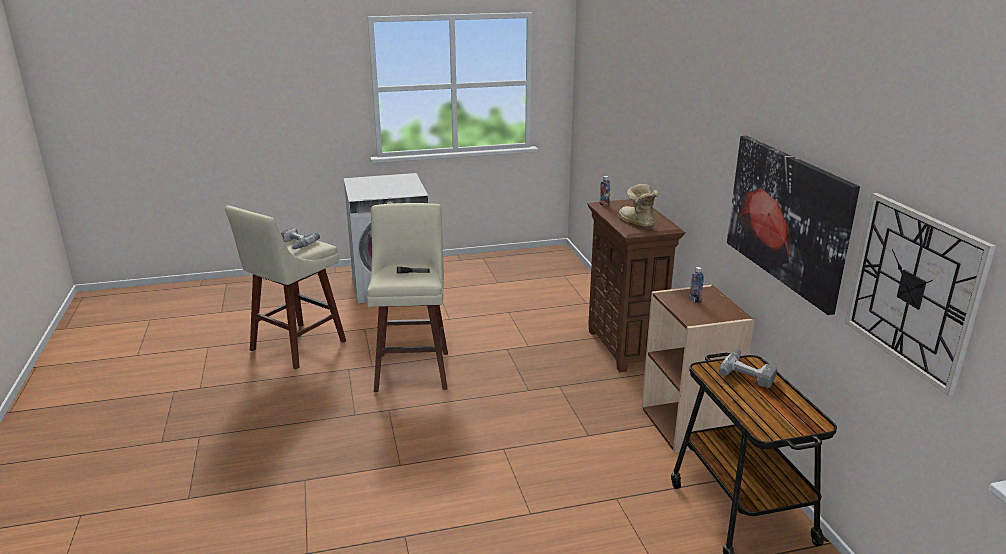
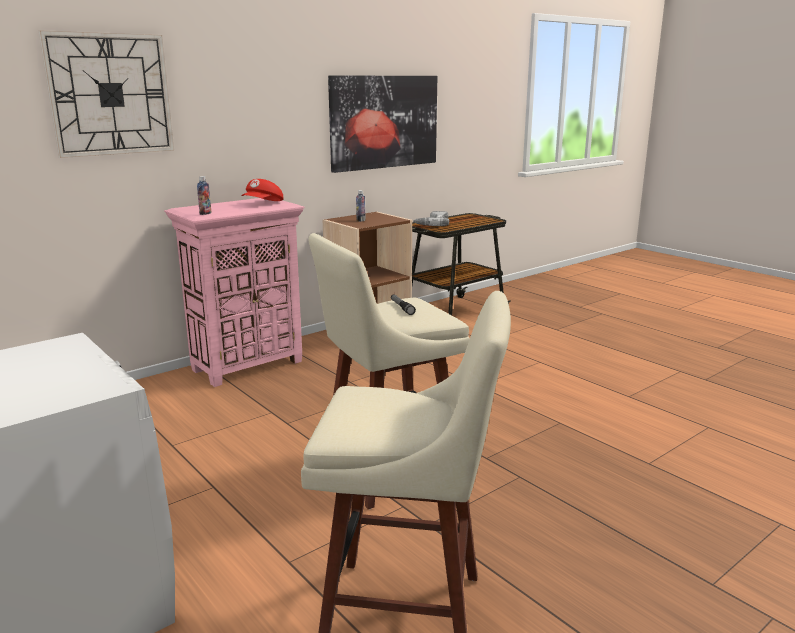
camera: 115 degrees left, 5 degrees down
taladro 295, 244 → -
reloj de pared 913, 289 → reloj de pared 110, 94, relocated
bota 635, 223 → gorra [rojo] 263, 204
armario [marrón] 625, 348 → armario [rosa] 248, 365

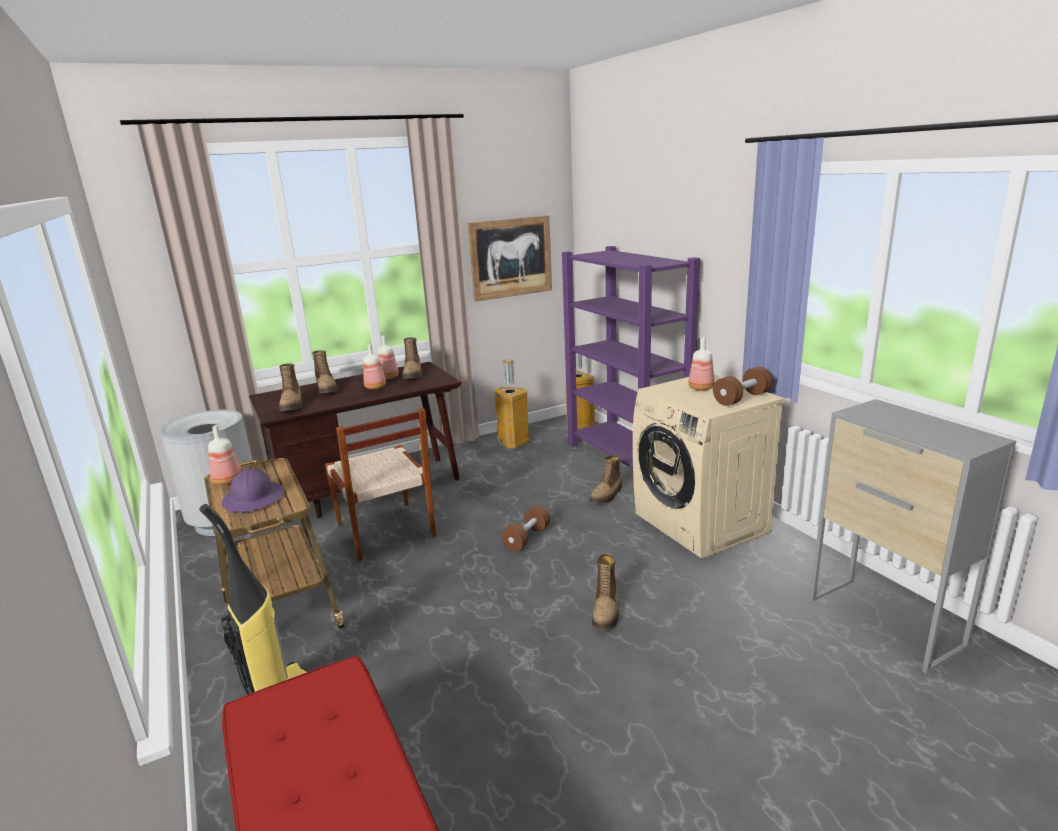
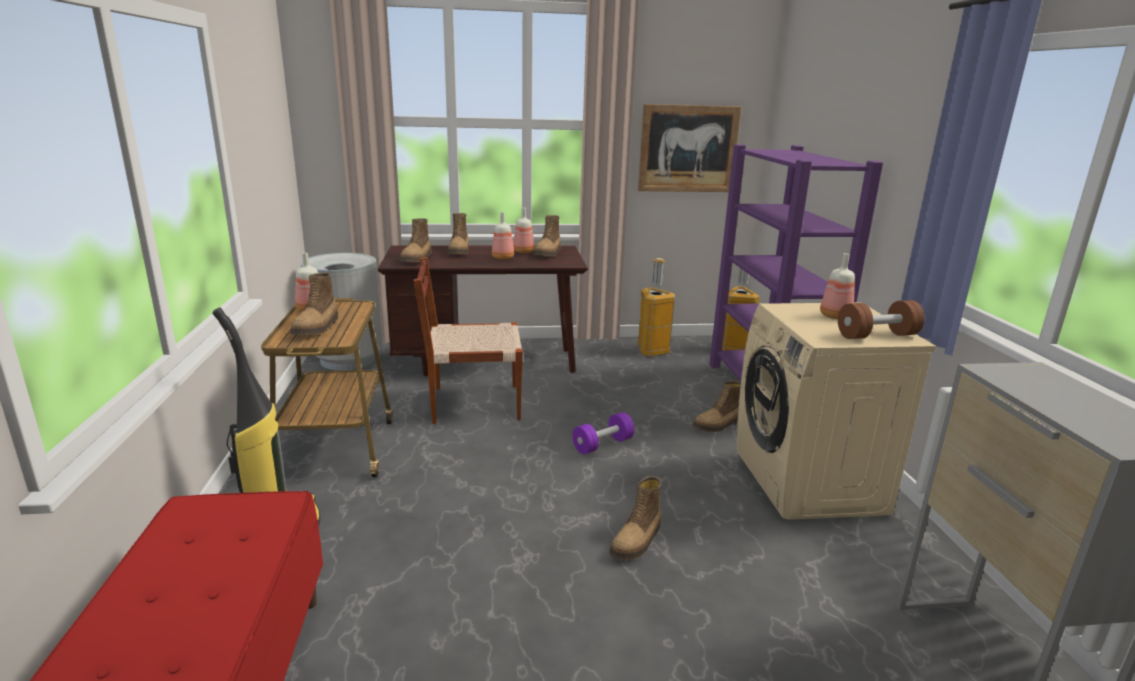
camera: 20 degrees right, 0 degrees up
casco [morado] 254, 498 → bota 317, 328
mancuerna [marrón] 526, 538 → mancuerna [morado] 603, 445
silla 386, 532 → silla 472, 404, 90 degrees clockwise

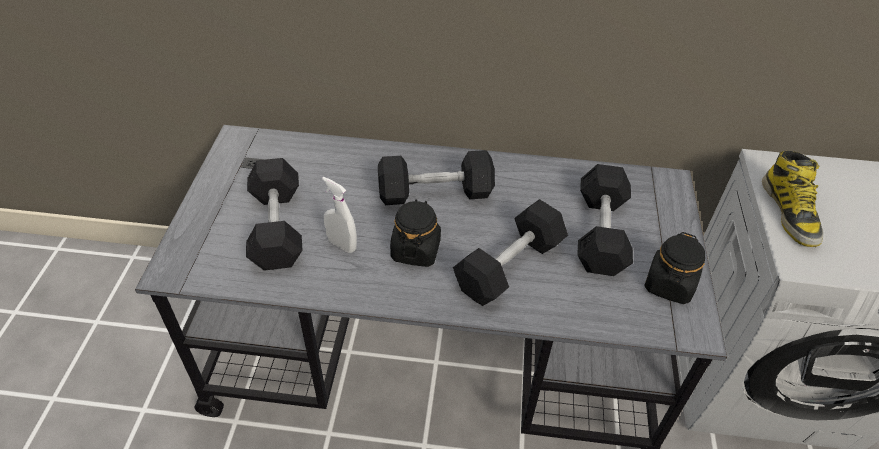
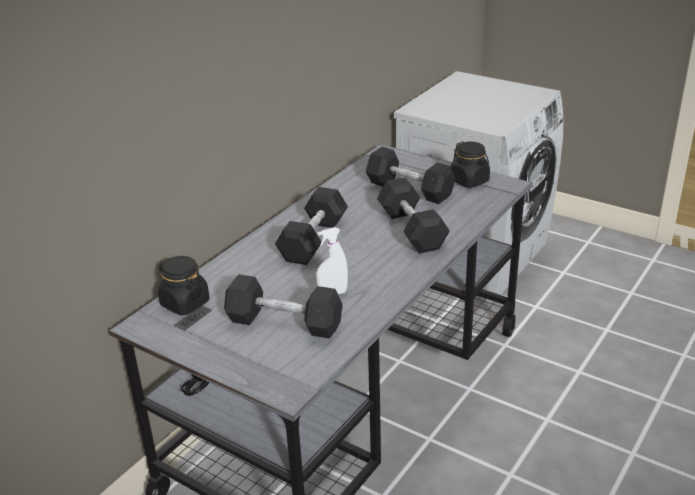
camera: 60 degrees left, 15 degrees down
bota 790, 212 → -
tarro [negro] 415, 250 → tarro [negro] 185, 303, relocated

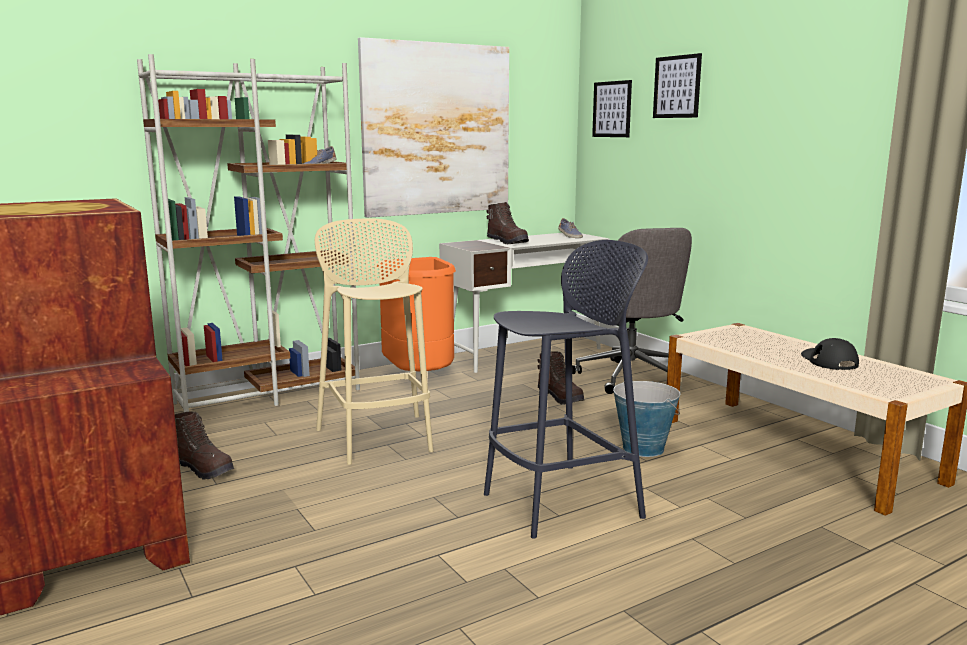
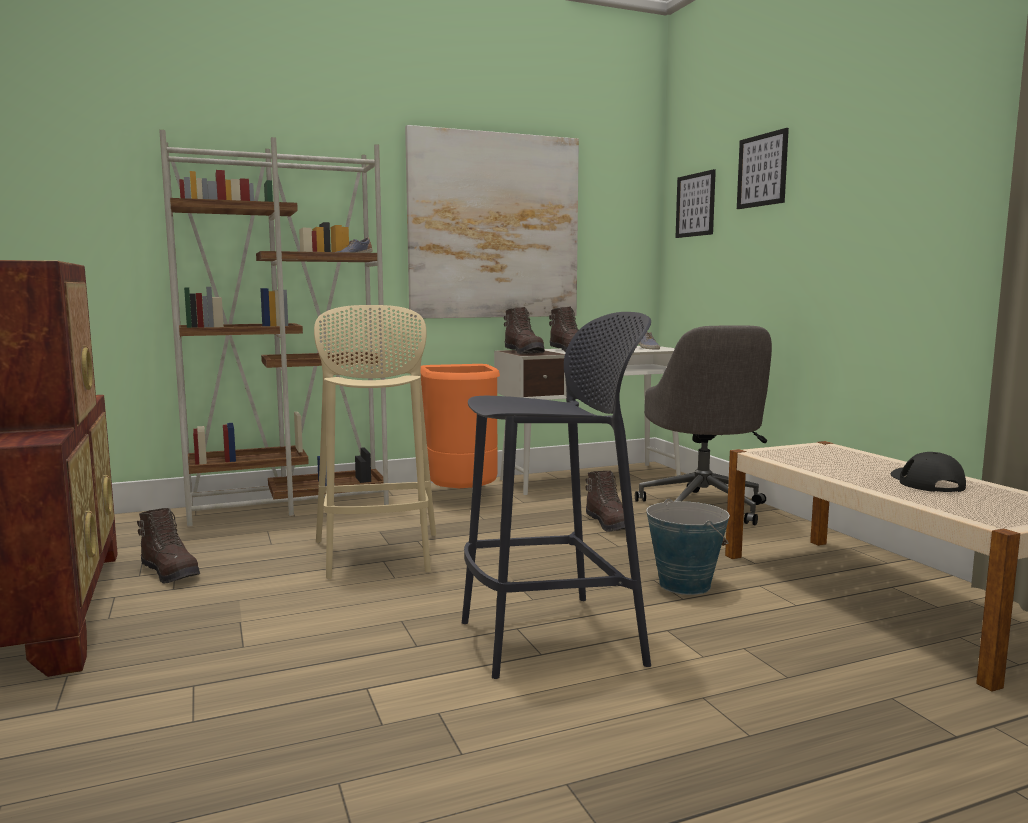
camera: 10 degrees right, 5 degrees down
- → bota [marrón] 524, 352

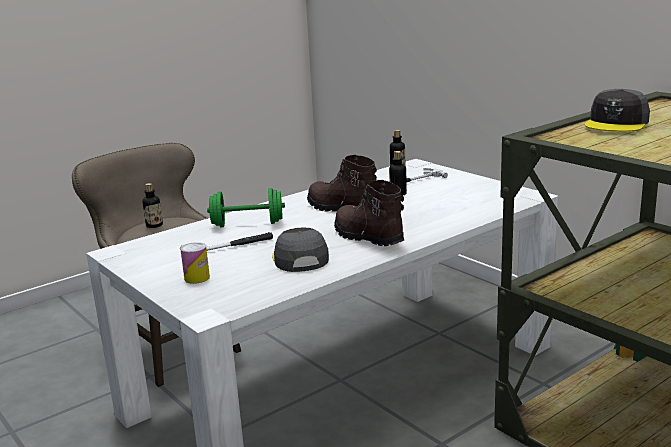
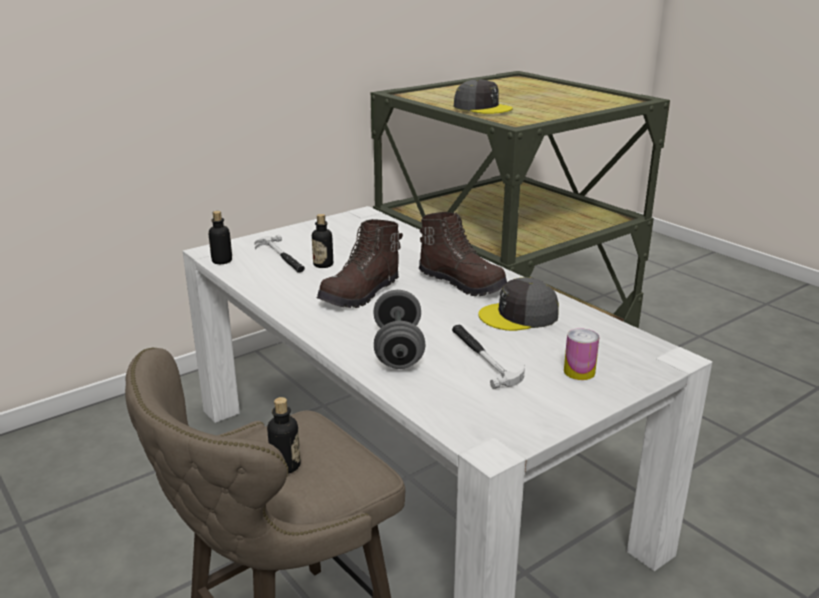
camera: 90 degrees left, 5 degrees up
mancuerna [verde] 247, 224 → mancuerna [gris] 398, 349
bota [marrón] 367, 238 → bota [marrón] 462, 283, 105 degrees counterclockwise

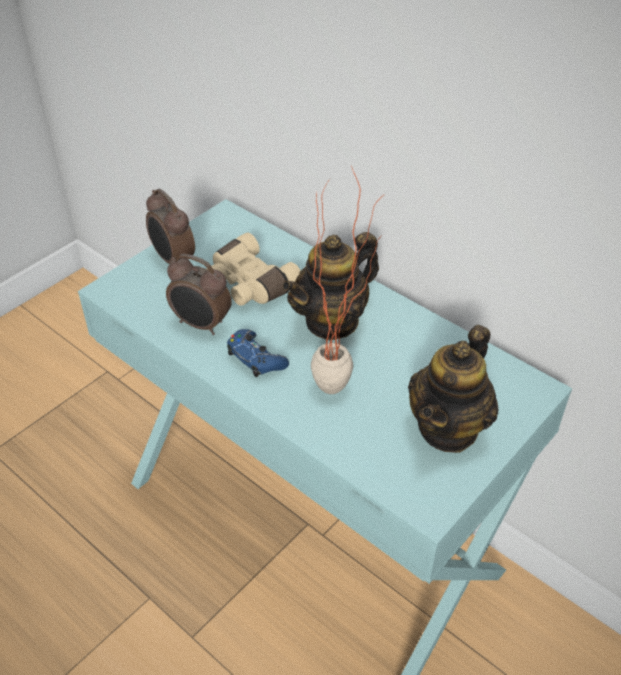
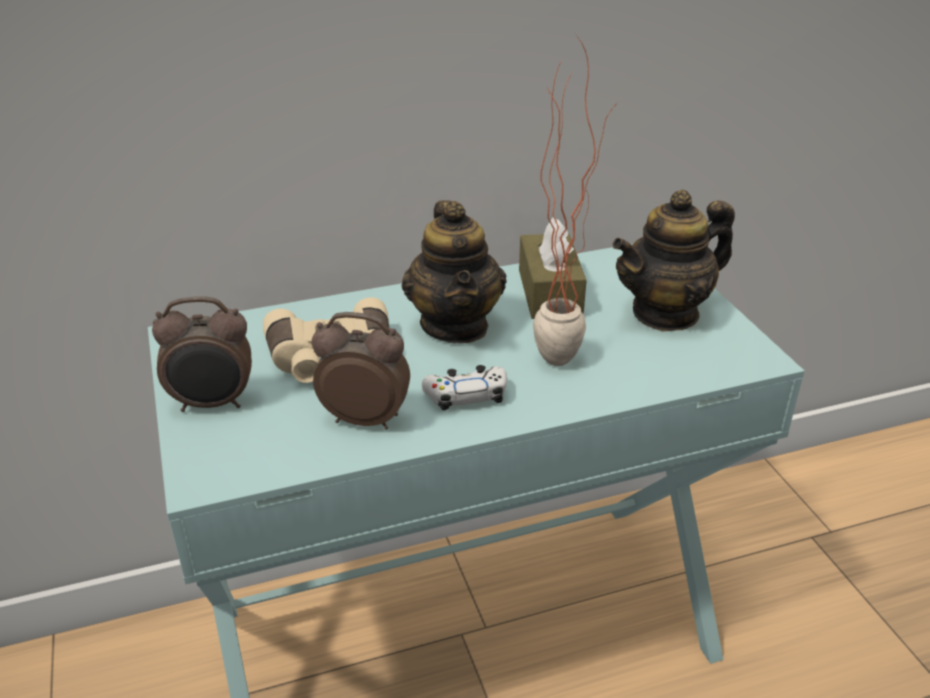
camera: 60 degrees left, 10 degrees down
- → caja de pañuelos [marrón] 549, 292
mando de consola [azul] 256, 359 → mando de consola [blanco] 466, 395
despertador 201, 325 → despertador 365, 418, 135 degrees counterclockwise
tetera 448, 428 → tetera 665, 313, 90 degrees clockwise

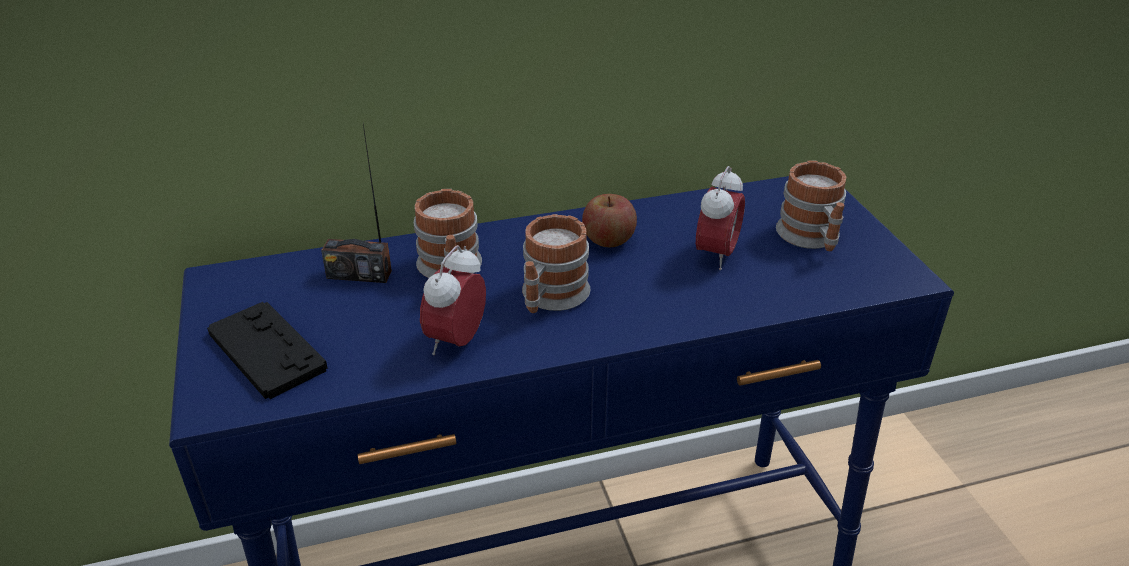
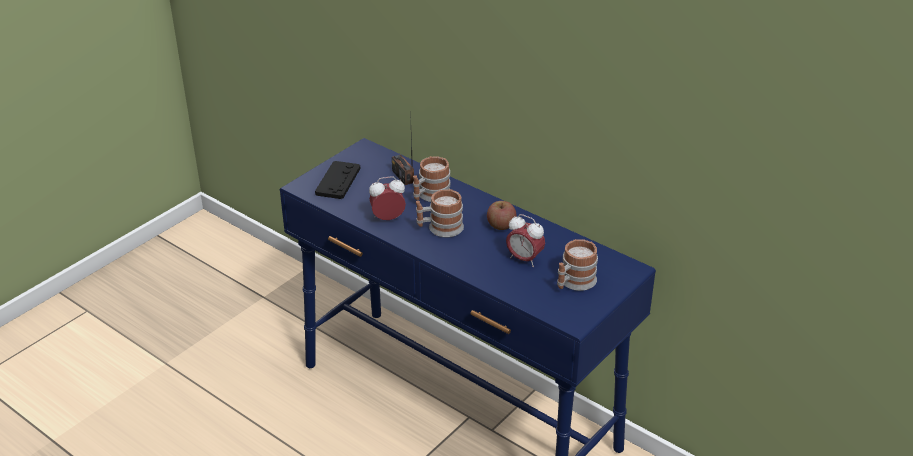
camera: 55 degrees right, 0 degrees up
despertador 716, 255 → despertador 524, 259, 45 degrees clockwise

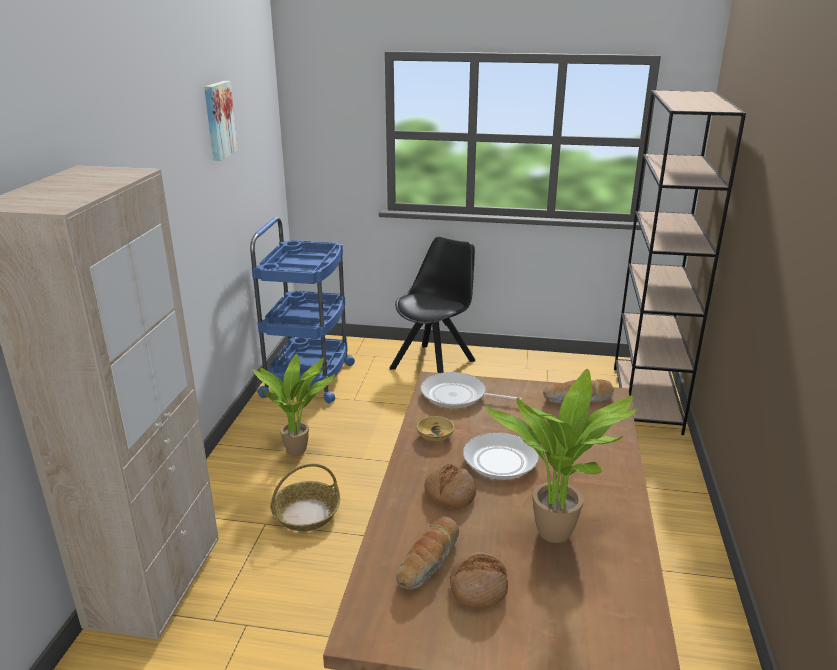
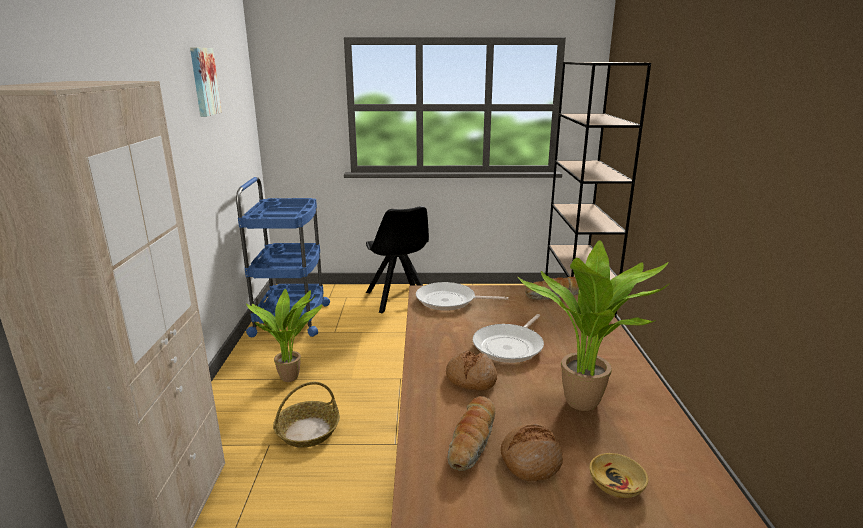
camera: 10 degrees left, 5 degrees down
cuenco [beis] 434, 436 → cuenco [beis] 615, 485, relocated
silla [negro] 434, 364 → silla [negro] 398, 299, 135 degrees clockwise

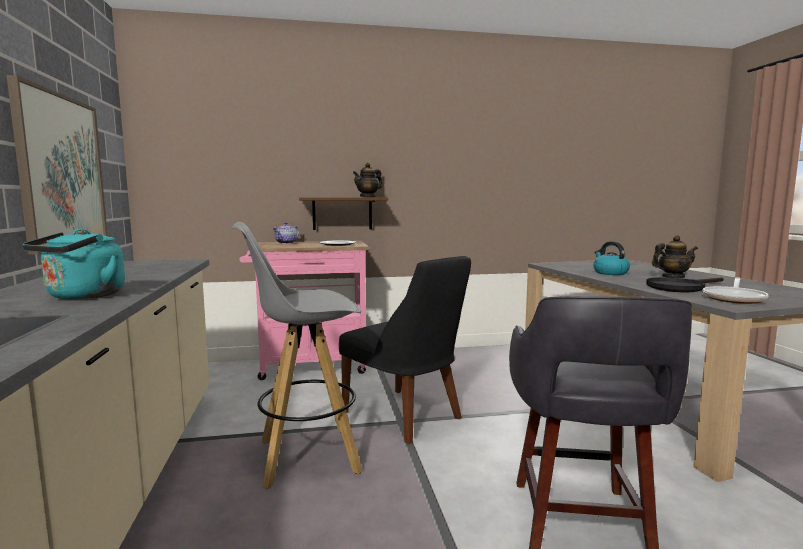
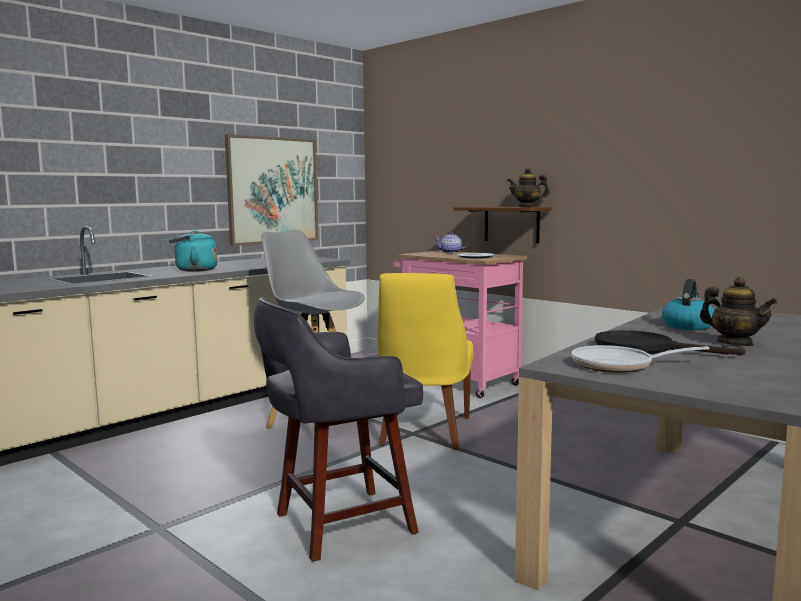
camera: 55 degrees right, 0 degrees up
silla [negro] 405, 417 → silla [amarillo] 424, 432

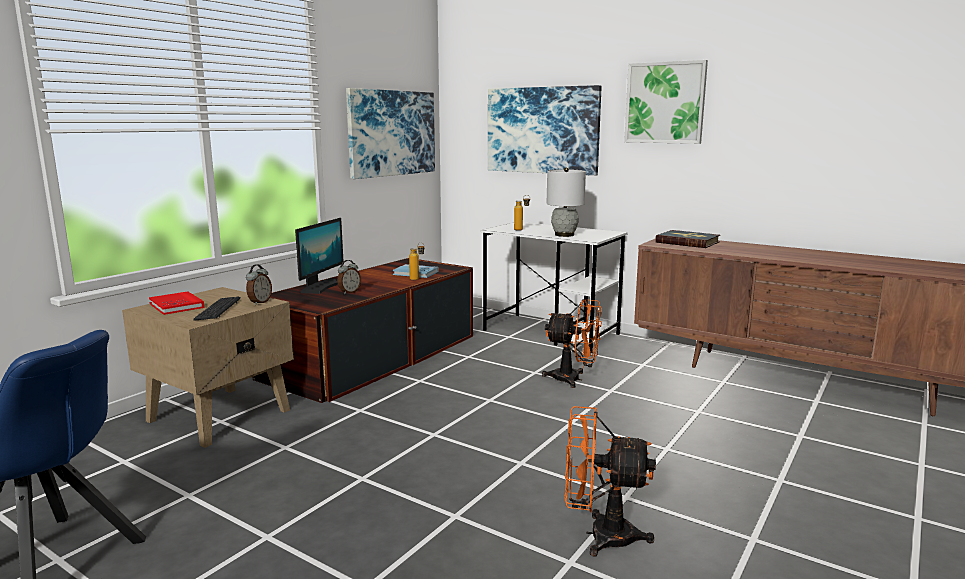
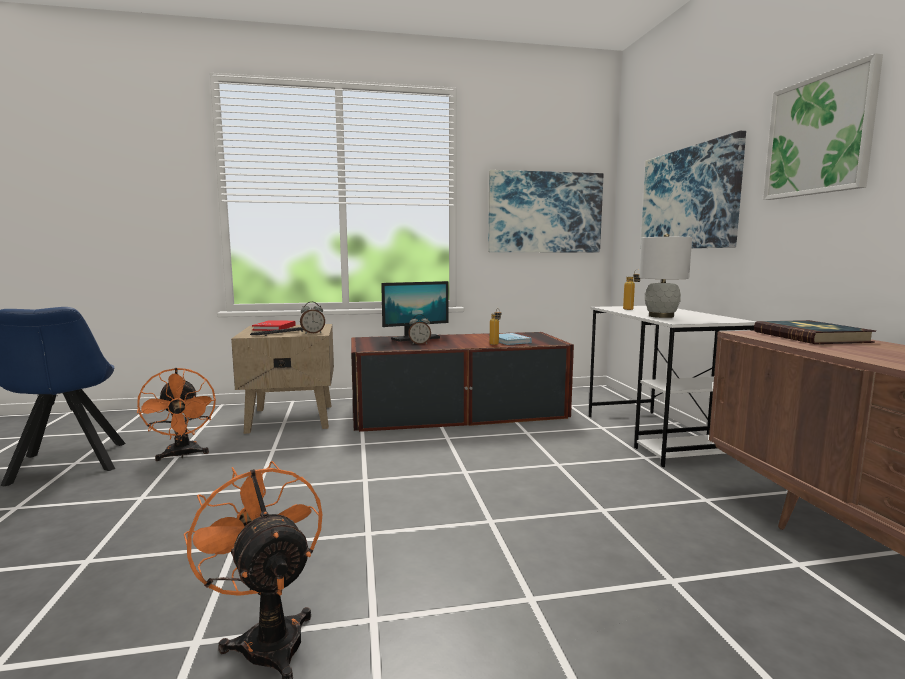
camera: 45 degrees right, 5 degrees down
ventilador [naranja] 573, 379 → ventilador [naranja] 182, 455, relocated

